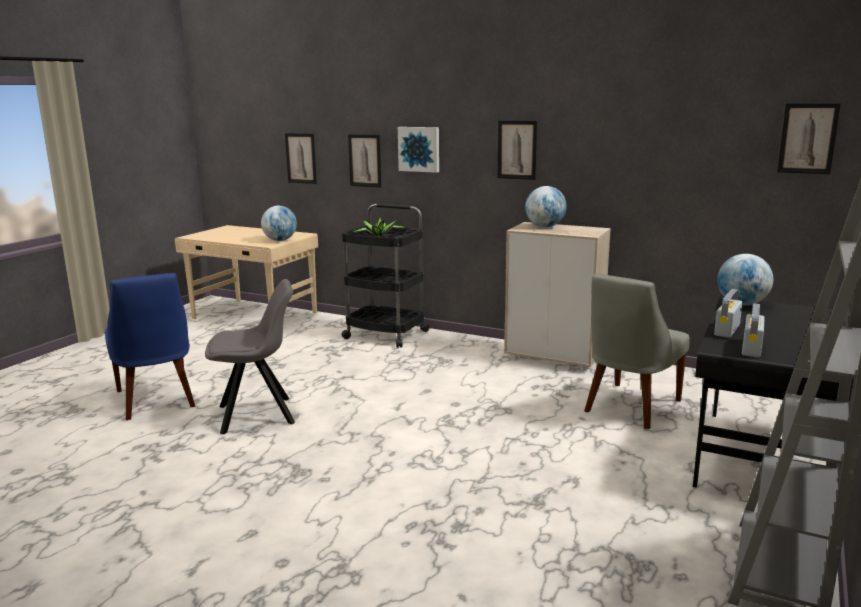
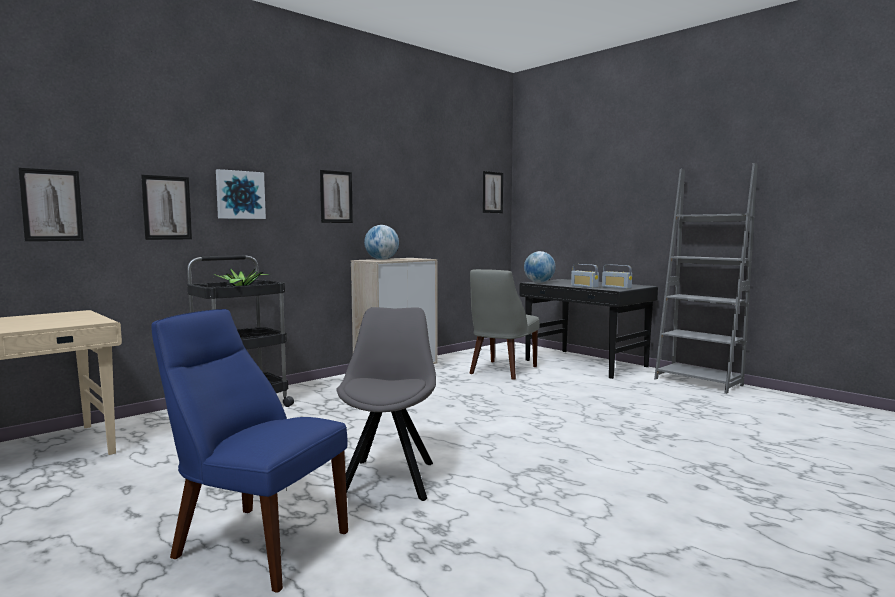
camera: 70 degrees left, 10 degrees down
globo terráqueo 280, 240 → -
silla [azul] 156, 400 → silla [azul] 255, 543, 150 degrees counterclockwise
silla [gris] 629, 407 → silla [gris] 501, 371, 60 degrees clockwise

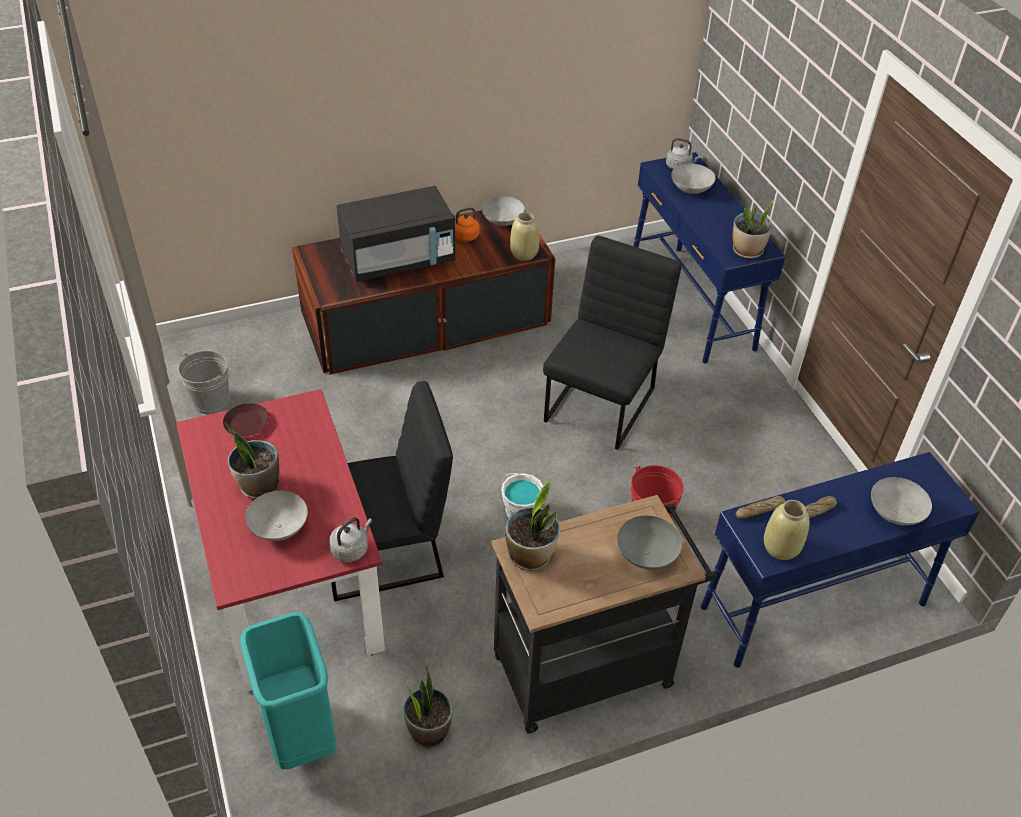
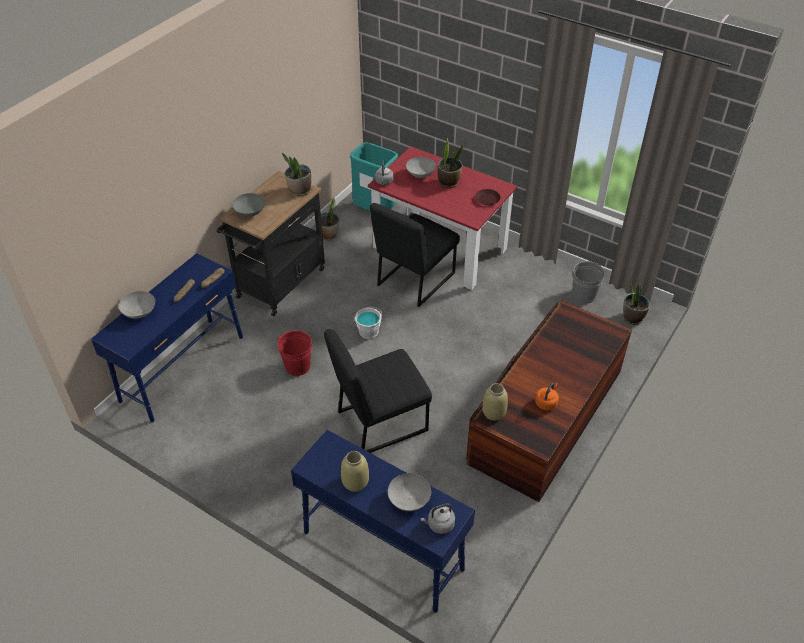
camera: 145 degrees right, 0 degrees up
microondas [negro] 398, 259 → -
cuenco [gris] 502, 221 → -
planta en maceta 747, 251 → planta en maceta 632, 318, relocated
florero [beis] 781, 548 → florero [beis] 355, 482, relocated
silla [negro] 602, 402 → silla [negro] 379, 421, 75 degrees clockwise

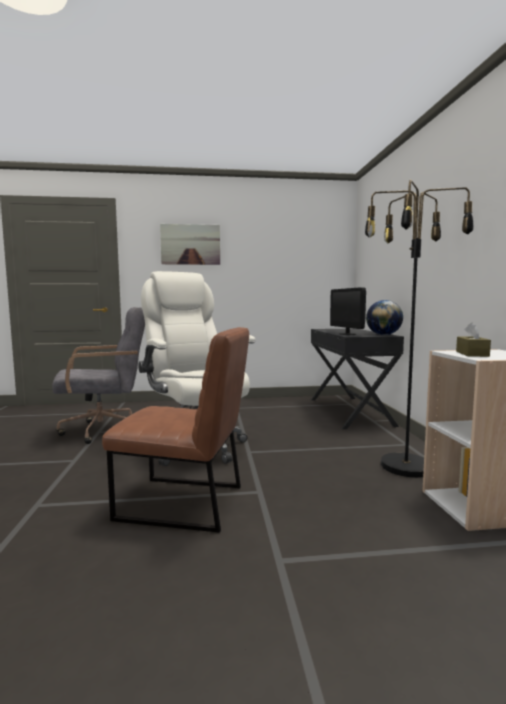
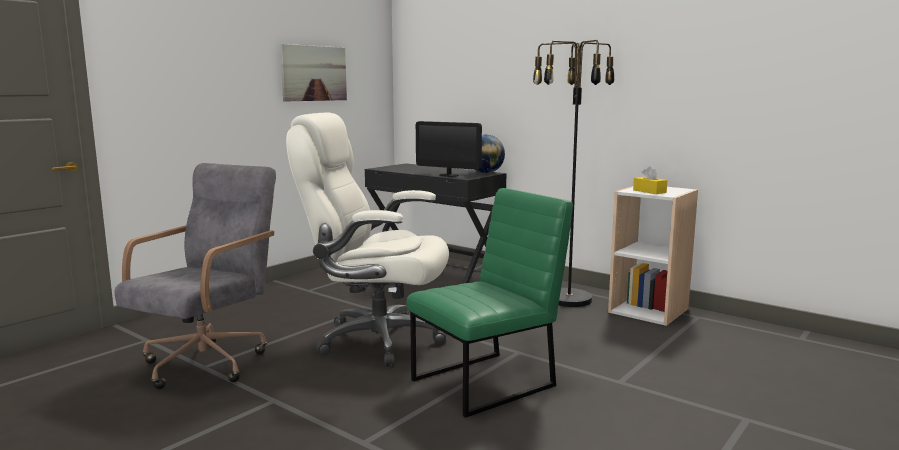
camera: 45 degrees left, 5 degrees up
cuadro 190, 244 → cuadro 314, 73, relocated
silla [marrón] 184, 503 → silla [verde] 487, 382
caja de pañuelos [marrón] 472, 354 → caja de pañuelos [amarillo] 649, 191

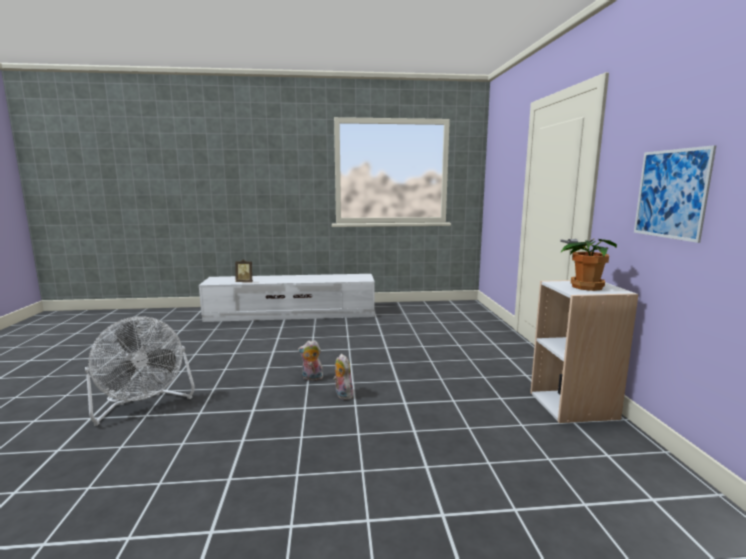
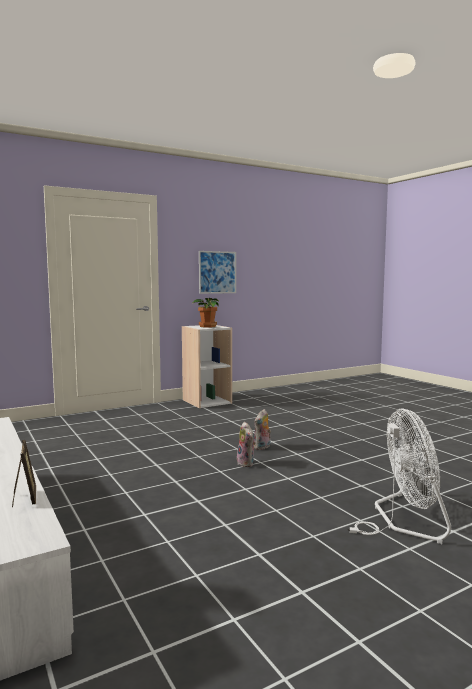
camera: 115 degrees left, 5 degrees down
ventilador [blanco] 139, 404 → ventilador [blanco] 399, 519, 60 degrees clockwise

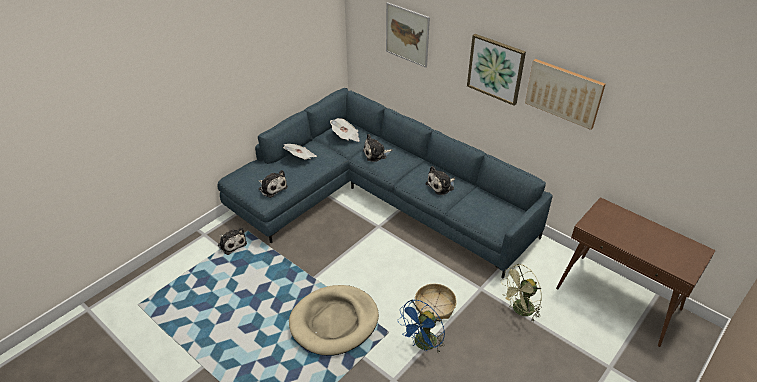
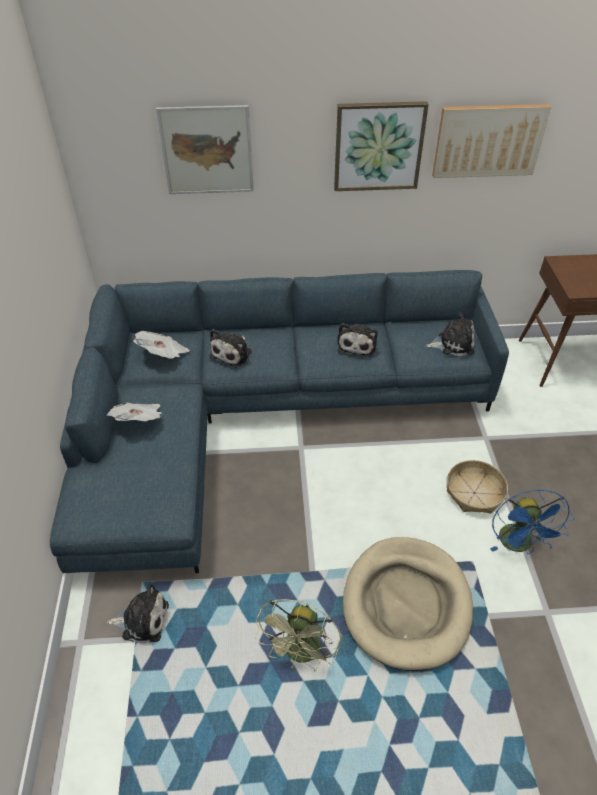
camera: 45 degrees left, 5 degrees up
peluche 272, 187 → peluche 453, 344, relocated
ventilador [verde] 519, 310 → ventilador [verde] 301, 654, relocated

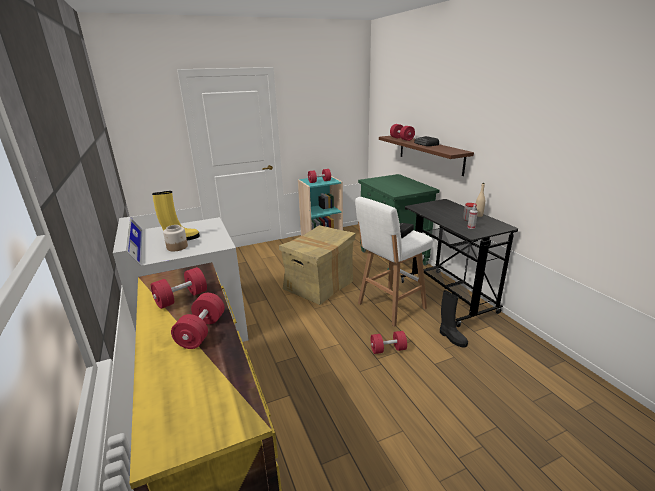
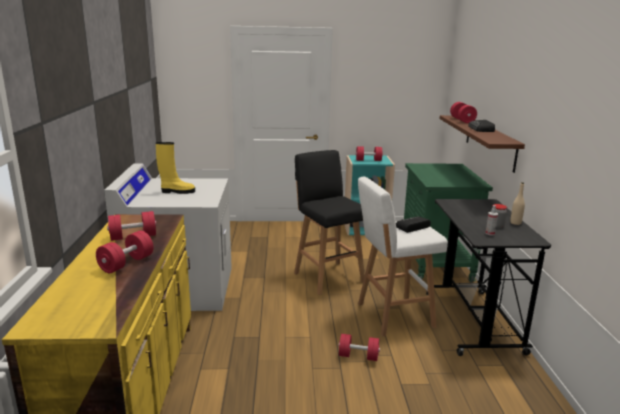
camera: 20 degrees right, 5 degrees down
tarro 177, 247 → -
bota [negro] 451, 338 → -
caja de cartón 319, 286 → taburete [negro] 327, 276

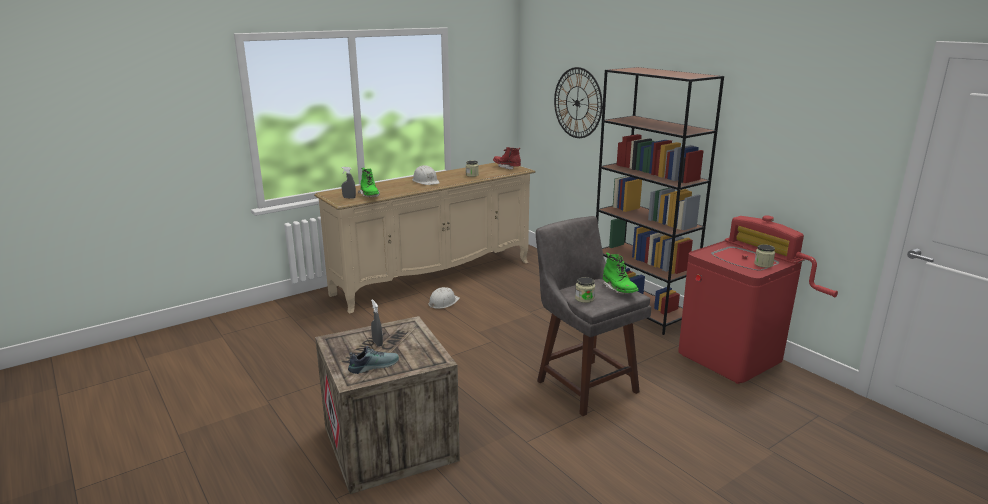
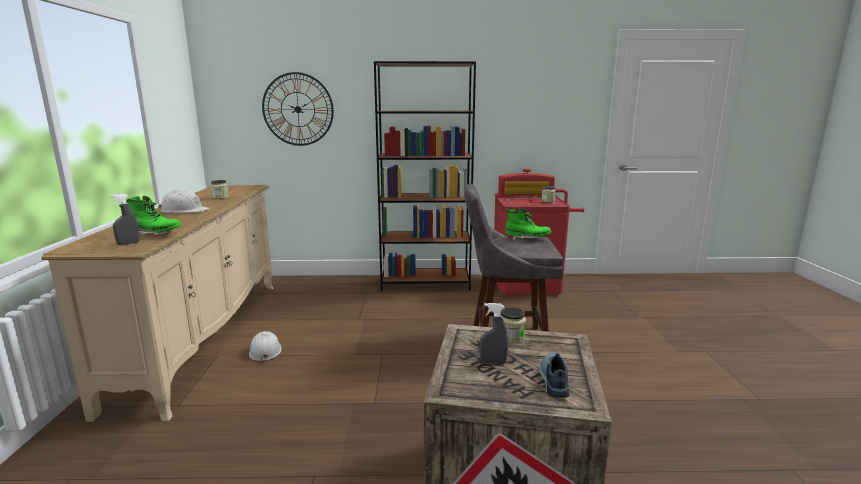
camera: 55 degrees left, 5 degrees down
bota [rojo] 506, 167 → -
tarro 584, 299 → tarro 511, 337, relocated

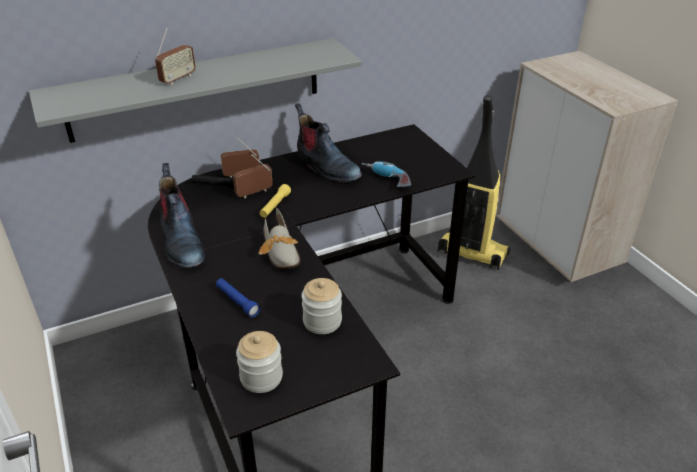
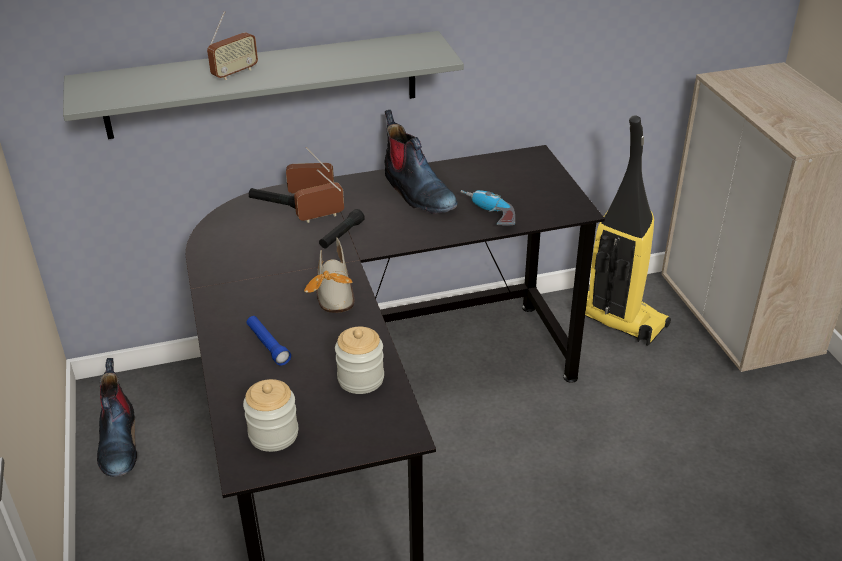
camera: 10 degrees right, 0 degrees up
bota 181, 242 → bota 118, 442, relocated
linterna [amarillo] 275, 206 → linterna [negro] 341, 235

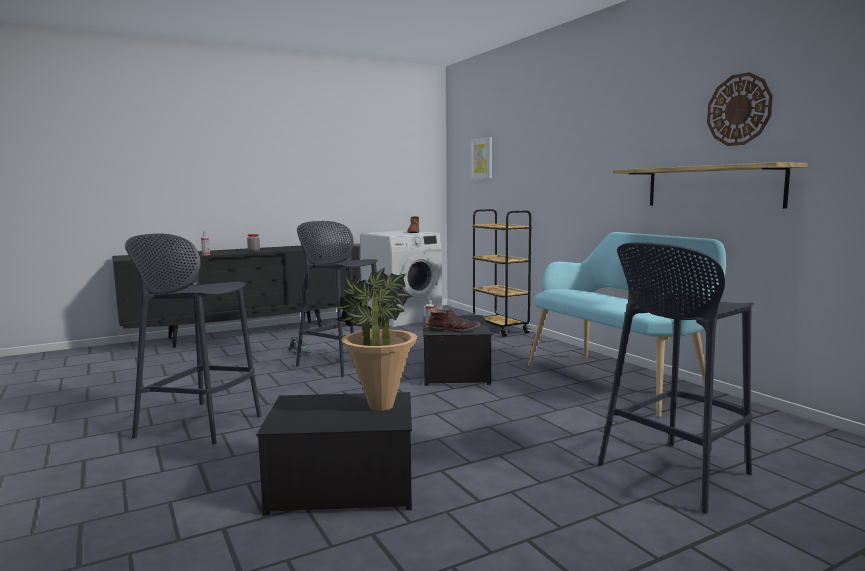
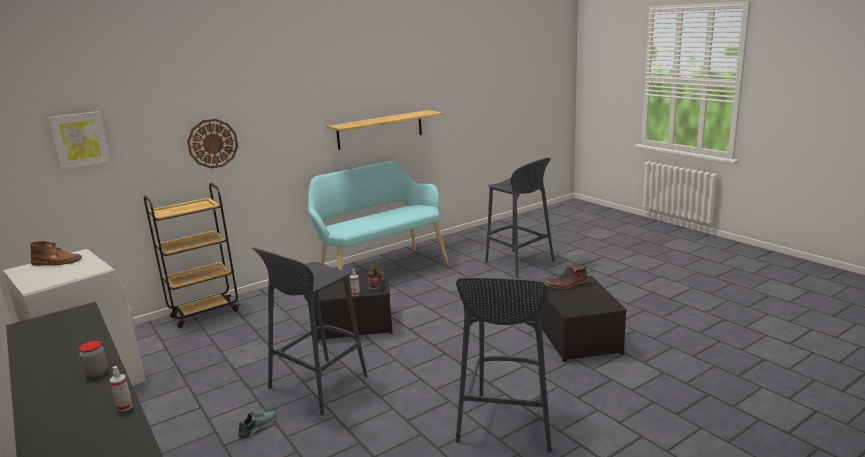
camera: 95 degrees left, 10 degrees up
reloj de pared 739, 110 → reloj de pared 212, 143, relocated
planta en maceta 380, 406 → bota [marrón] 566, 286

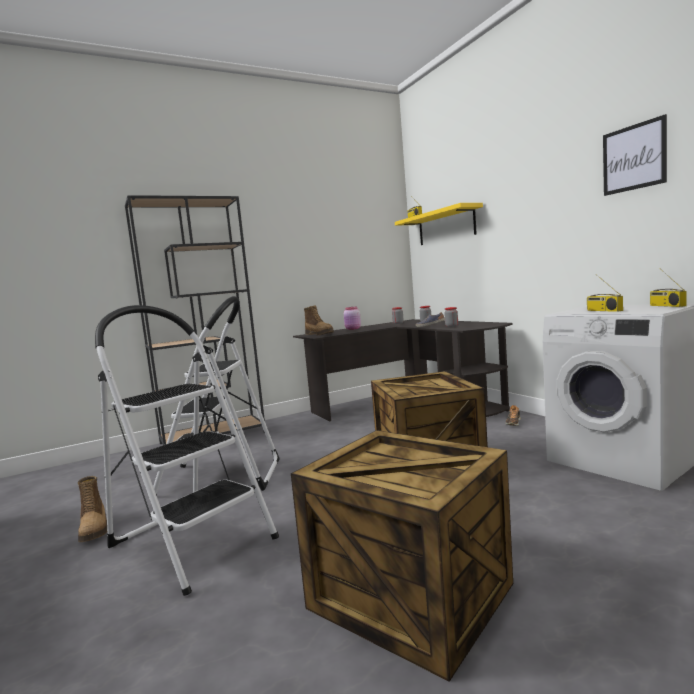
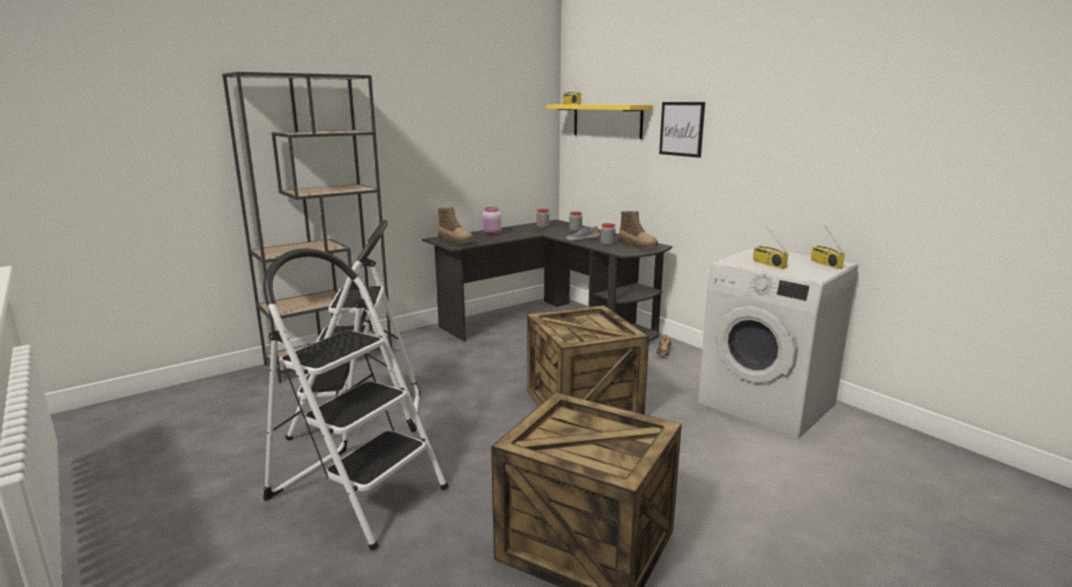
camera: 10 degrees left, 10 degrees up
bota 95, 529 → bota 638, 246, relocated
cuadro 634, 157 → cuadro 681, 129, relocated

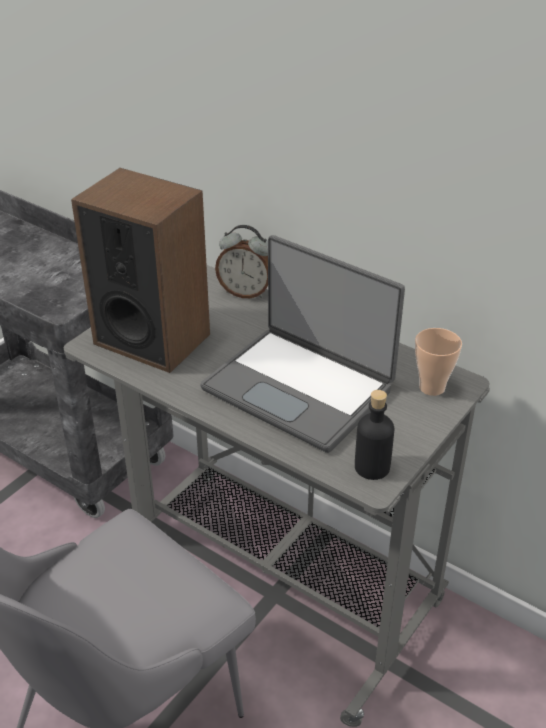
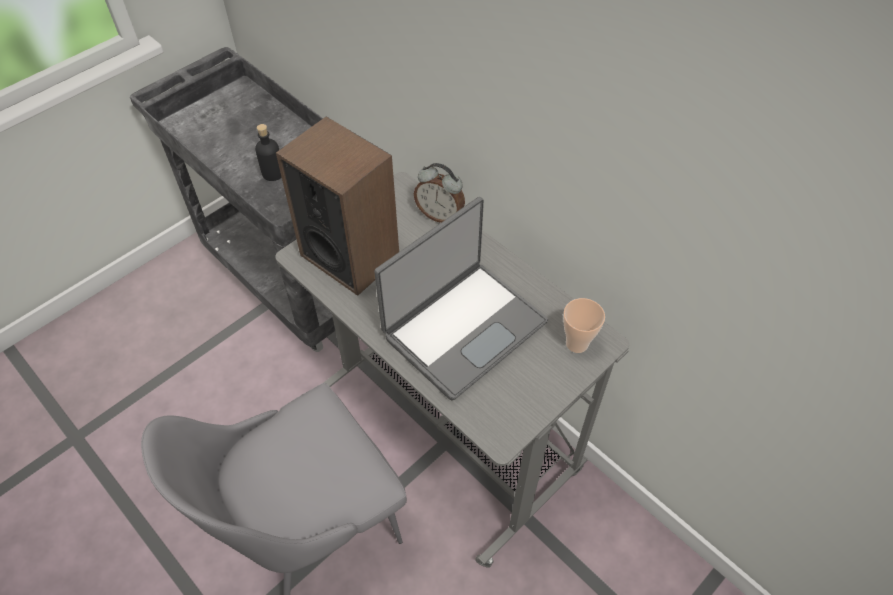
camera: 10 degrees right, 15 degrees up
botella [negro] 372, 467 → botella [negro] 273, 173, relocated
portátil 300, 388 → portátil 463, 327, 90 degrees counterclockwise

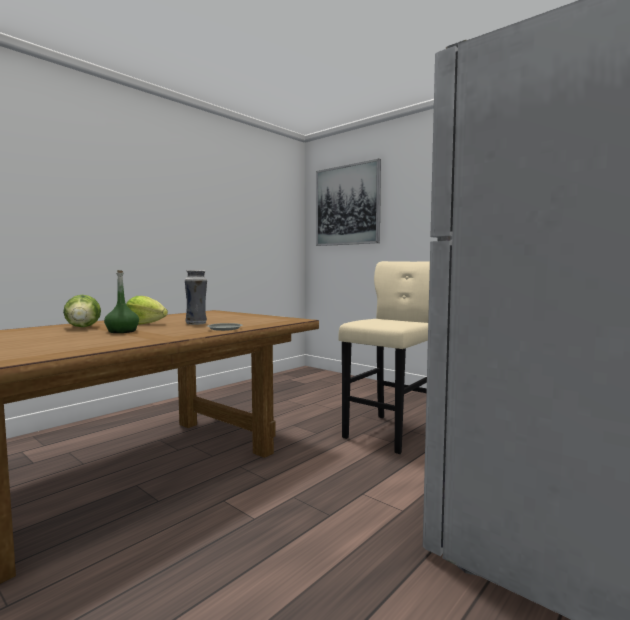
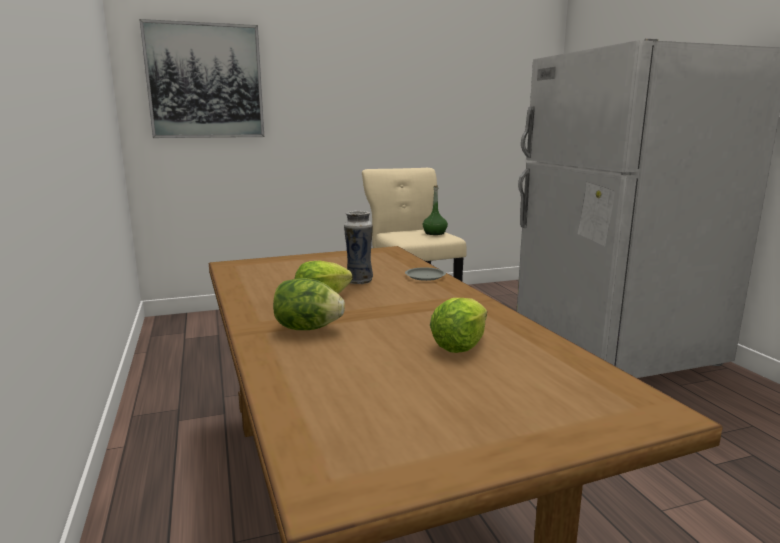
camera: 60 degrees left, 10 degrees up
- → lechuga 460, 345
botella [verde] 122, 331 → botella [verde] 434, 233, relocated

